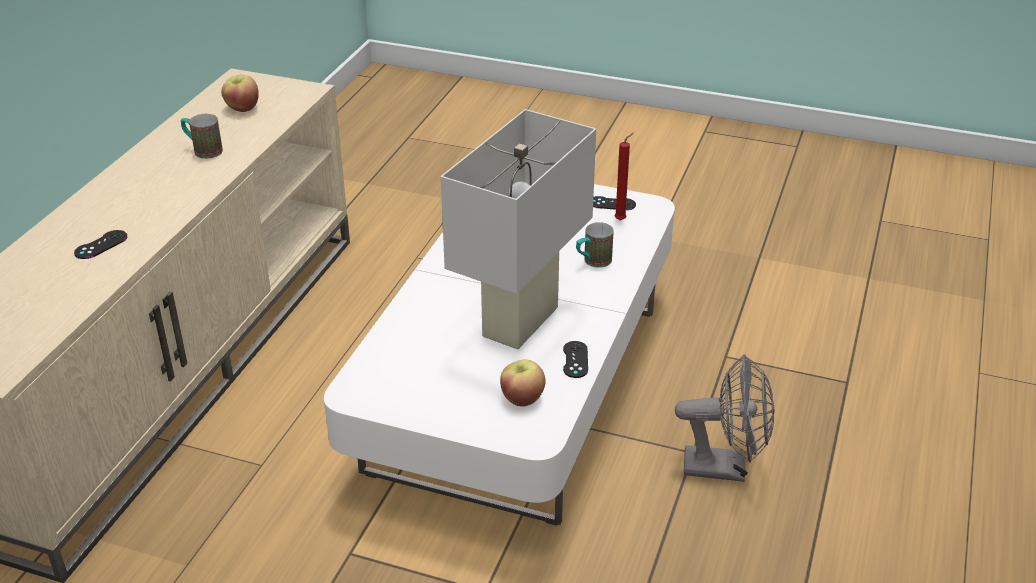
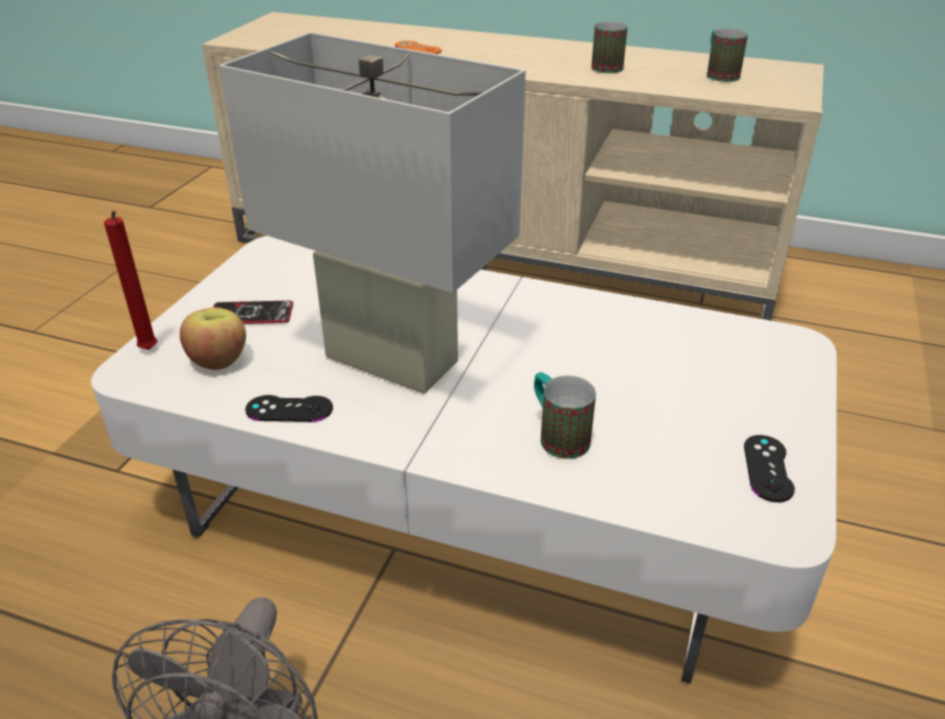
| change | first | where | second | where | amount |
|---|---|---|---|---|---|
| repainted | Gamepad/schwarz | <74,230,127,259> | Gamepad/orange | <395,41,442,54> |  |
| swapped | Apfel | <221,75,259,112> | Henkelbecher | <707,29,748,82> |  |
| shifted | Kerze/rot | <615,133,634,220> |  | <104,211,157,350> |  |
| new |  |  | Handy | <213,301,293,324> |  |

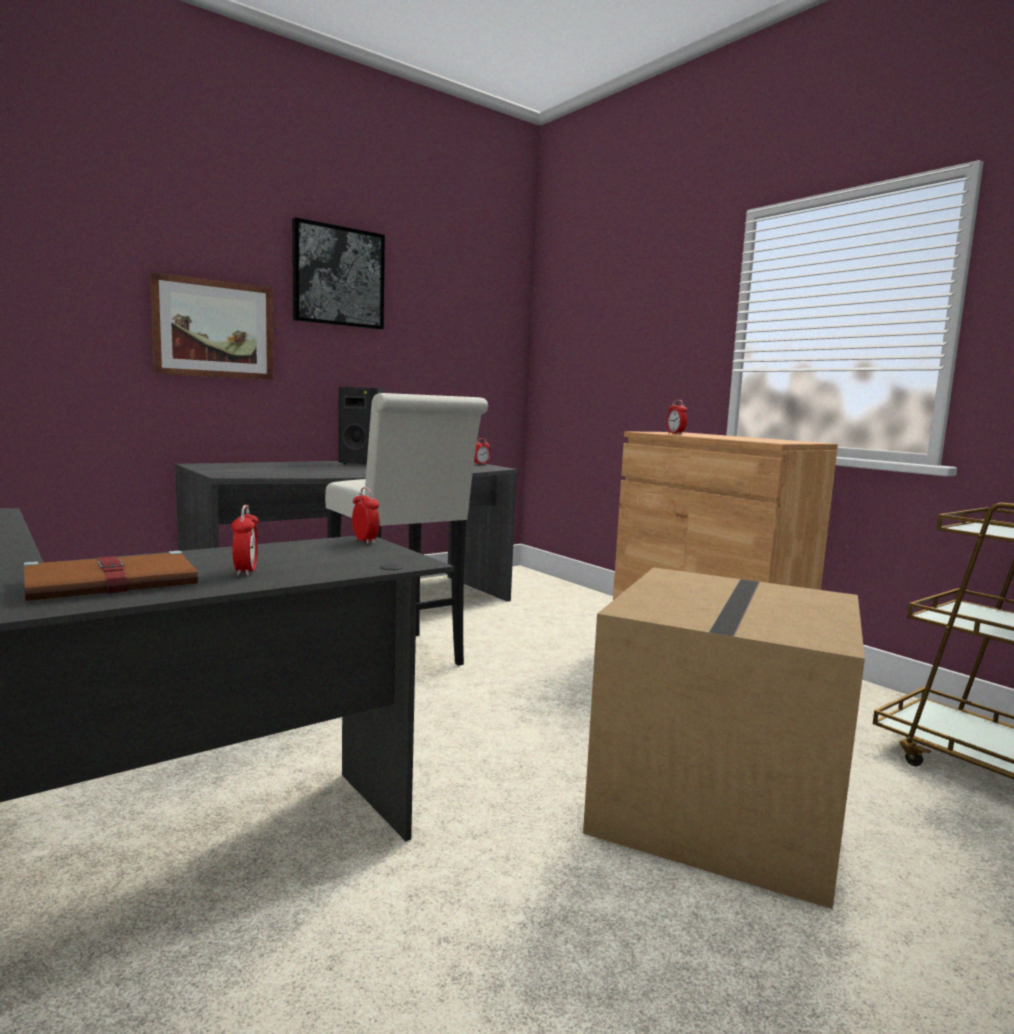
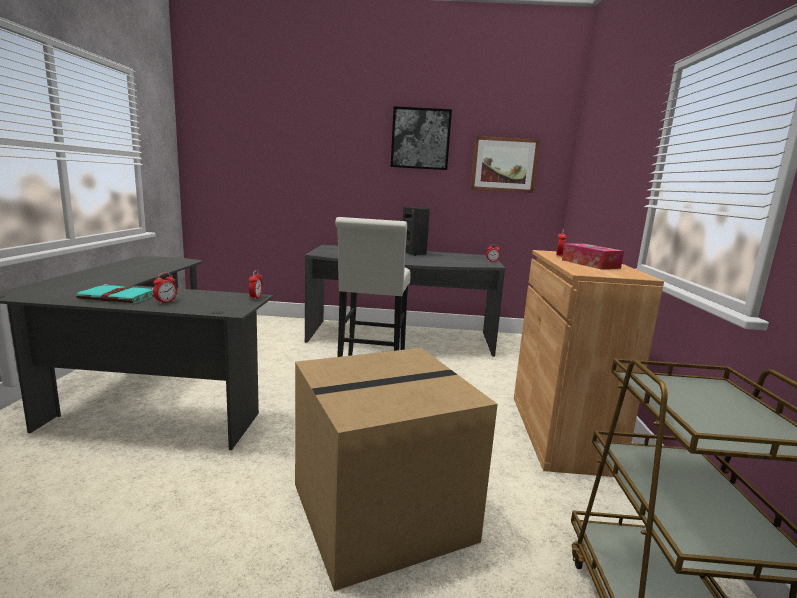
| change | first | where | second | where | amount |
|---|---|---|---|---|---|
| repainted | Buch/braun | <24,551,198,601> | Buch/türkis | <76,284,155,303> |  |
| shifted | Bild | <150,272,273,380> |  | <470,136,540,193> |  |
| new |  |  | Taschentuchbox | <562,243,624,270> |  |

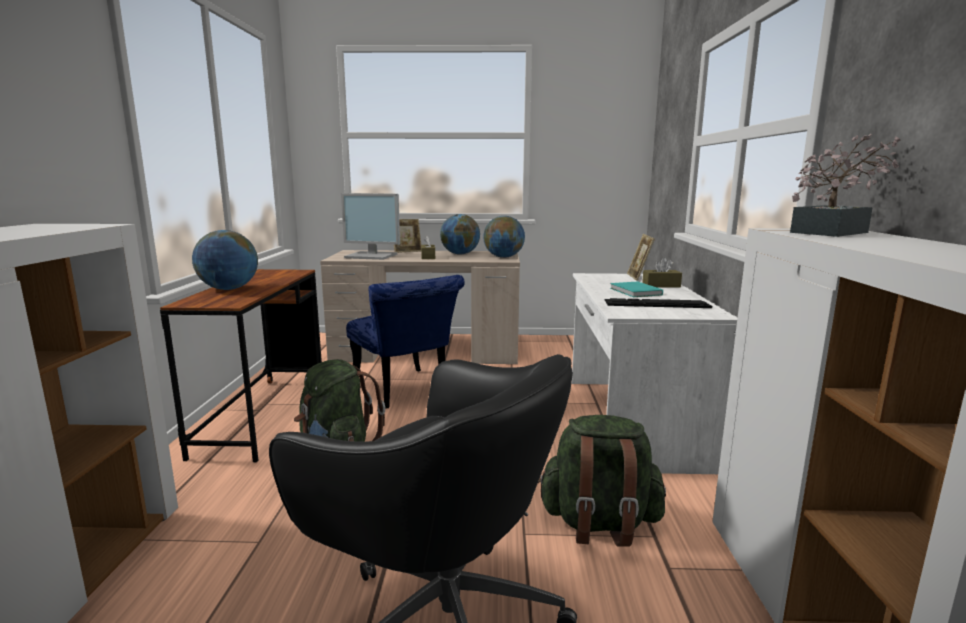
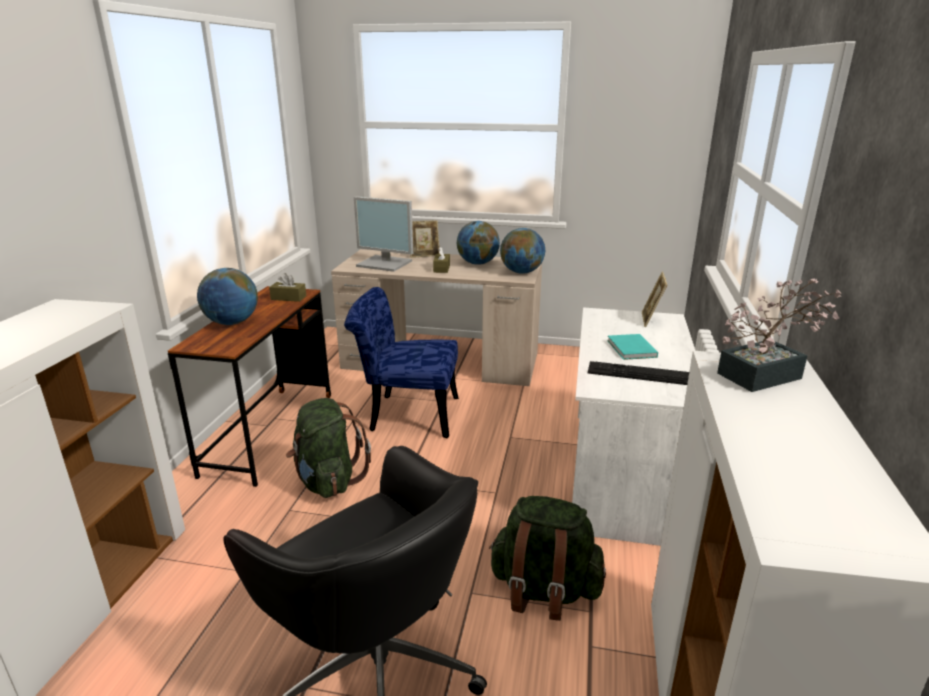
| change | first | where | second | where | amount |
|---|---|---|---|---|---|
| rotated | Stuhl/blau | <346,275,465,409> |  | <344,287,459,438> | 120 degrees clockwise |
| shifted | Taschentuchbox/braun | <642,258,682,288> |  | <269,273,306,302> |  |

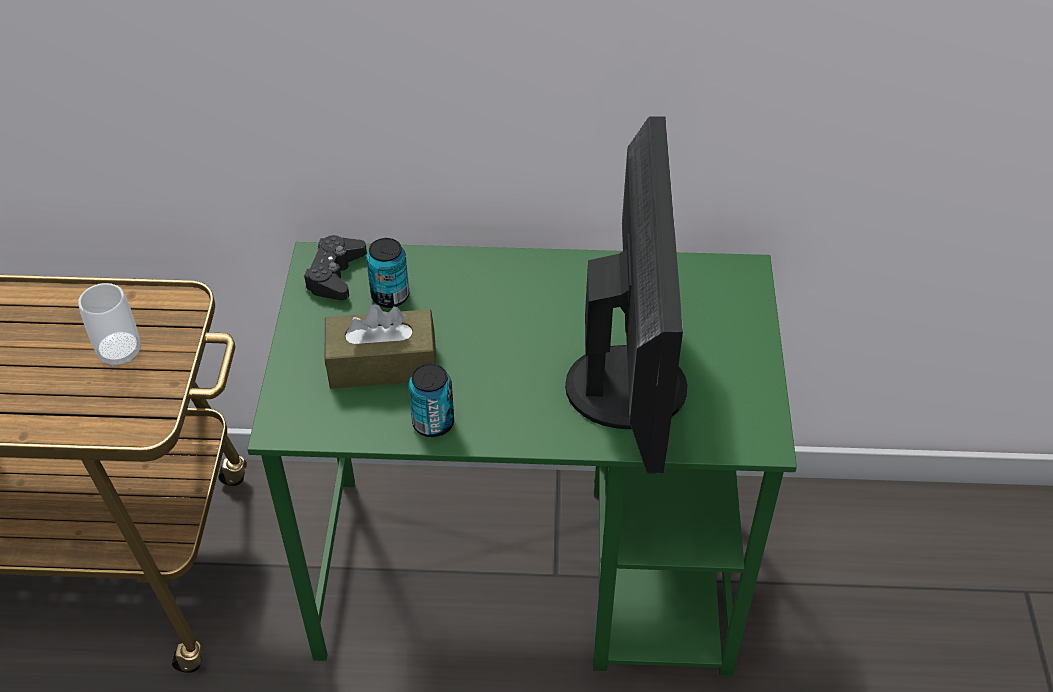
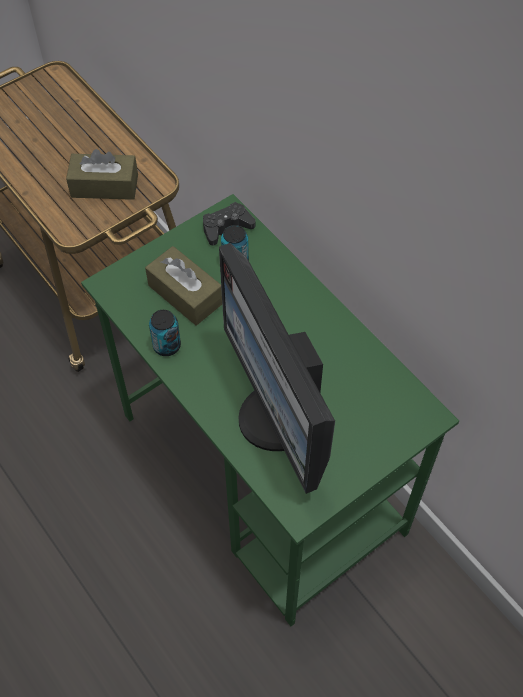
| change | first | where | second | where | amount |
|---|---|---|---|---|---|
| swapped | Tasse | <78,283,141,367> | Taschentuchbox/braun | <66,149,138,200> |  |
| rotated | Monitor | <565,116,687,474> |  | <219,243,335,494> | 105 degrees clockwise |

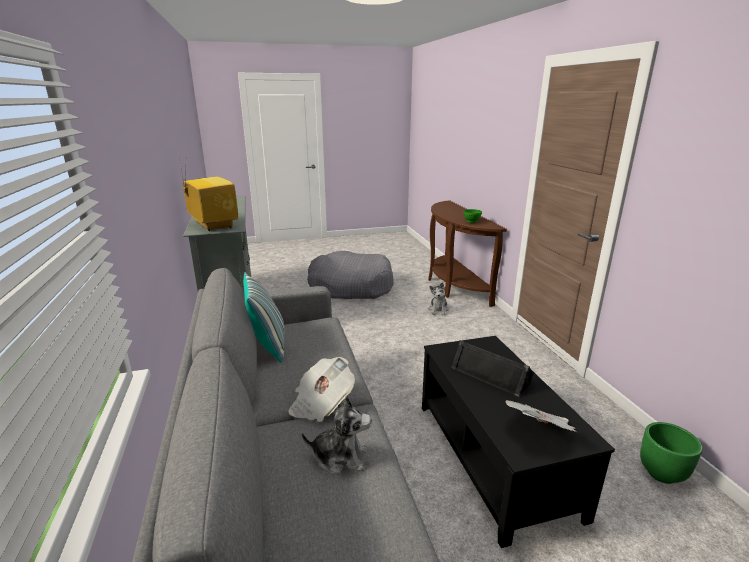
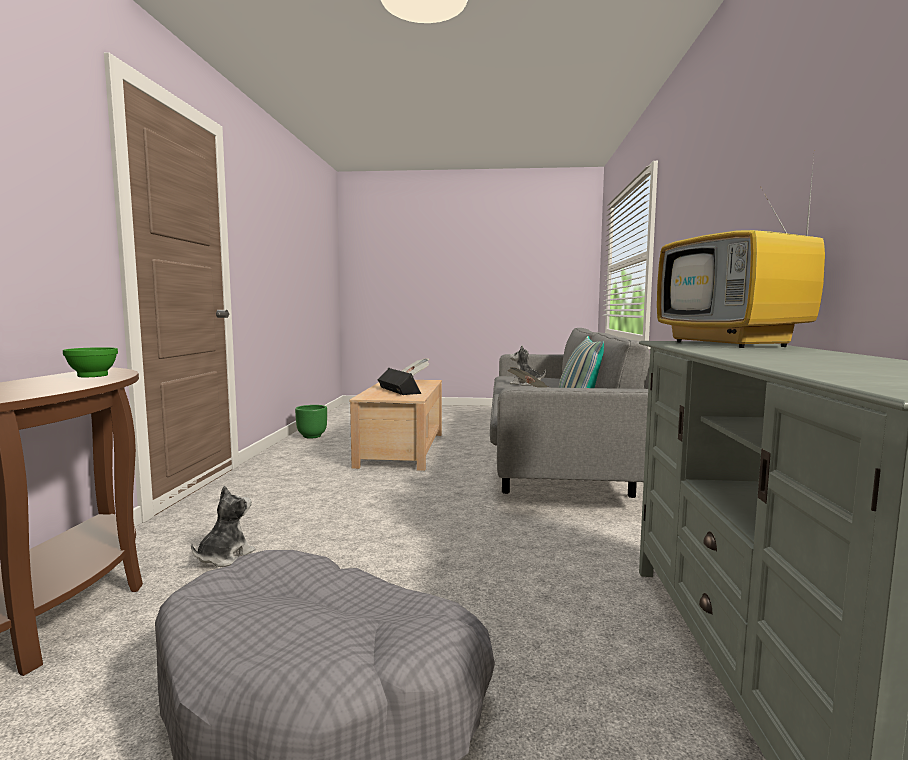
| change | first | where | second | where | amount |
|---|---|---|---|---|---|
| repainted | Couchtisch/schwarz | <422,336,615,548> | Couchtisch/beige | <349,380,442,471> |  |

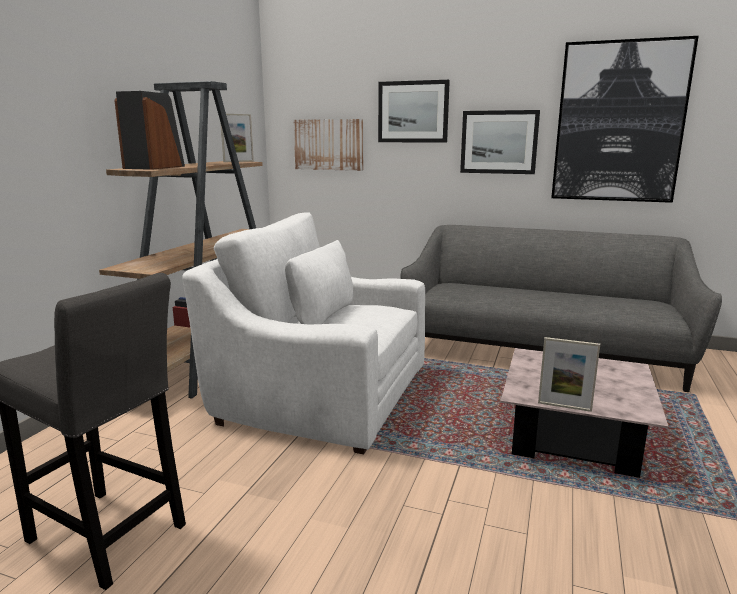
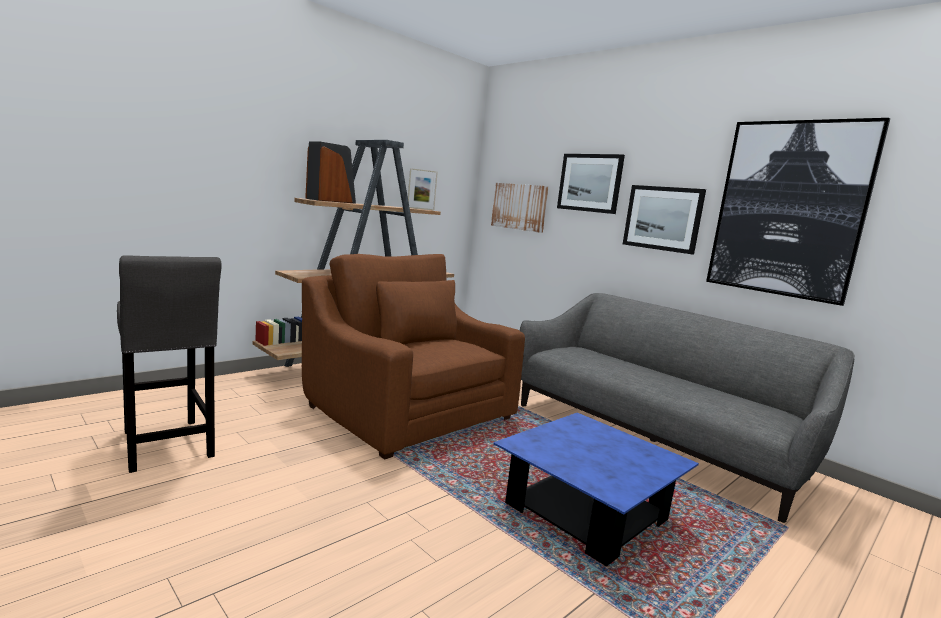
| change | first | where | second | where | amount |
|---|---|---|---|---|---|
| repainted | Sessel/weiß | <182,213,425,454> | Sessel/braun | <302,254,525,459> |  |
| repainted | Couchtisch/rosa | <501,348,669,478> | Couchtisch/blau | <493,412,699,566> |  |
| gone | Bilderrahmen | <538,337,600,412> |  |  |  |

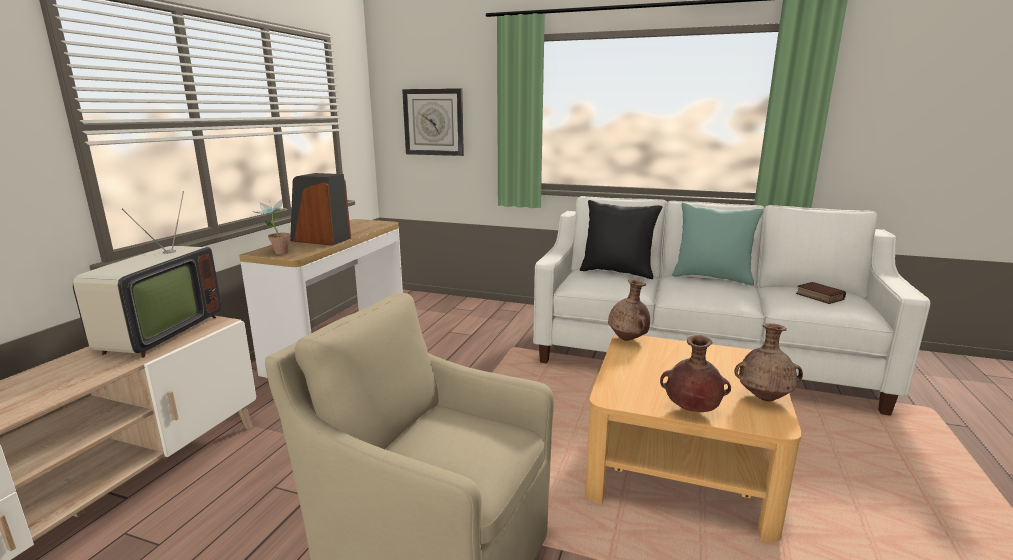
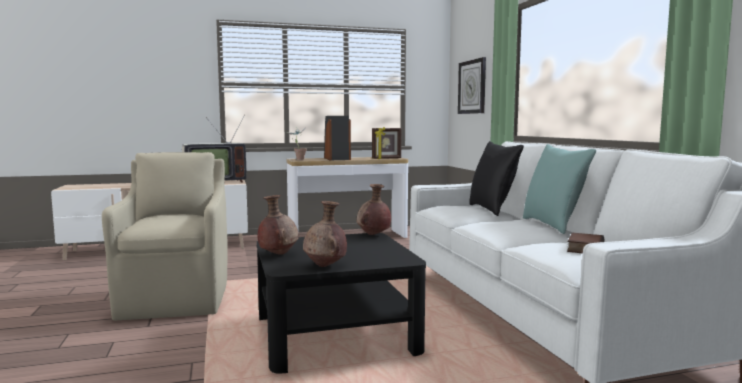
| change | first | where | second | where | amount |
|---|---|---|---|---|---|
| repainted | Couchtisch/beige | <585,334,802,543> | Couchtisch/schwarz | <256,233,426,373> |  |
| new |  |  | Bilderrahmen | <372,127,401,159> |  |

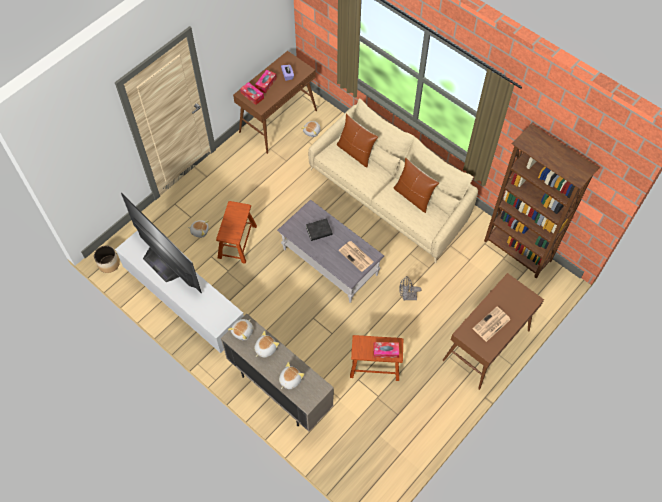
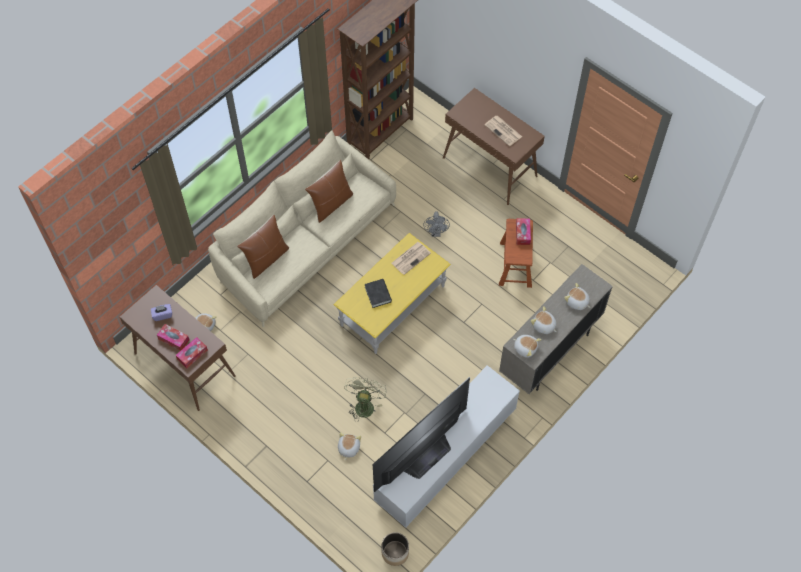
| change | first | where | second | where | amount |
|---|---|---|---|---|---|
| swapped | Hocker/braun | <216,201,257,264> | Ventilator/grün | <344,377,387,422> |  |
| repainted | Couchtisch/grau | <277,199,384,303> | Couchtisch/gelb | <333,233,451,354> |  |

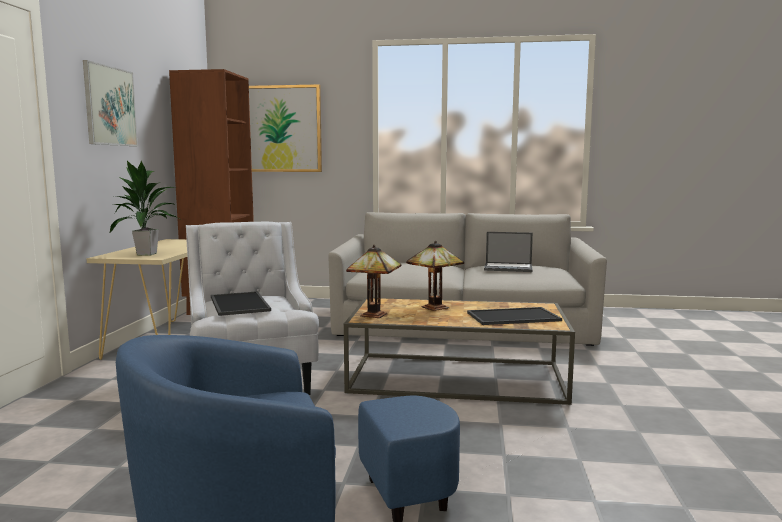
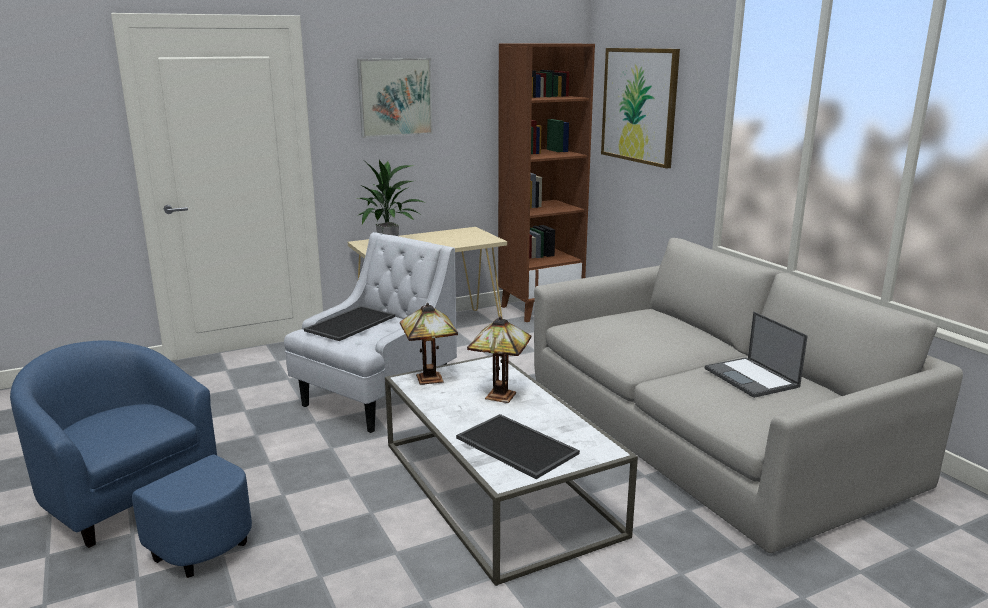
| change | first | where | second | where | amount |
|---|---|---|---|---|---|
| repainted | Couchtisch/braun | <344,297,575,406> | Couchtisch/weiß | <385,355,638,586> |  |

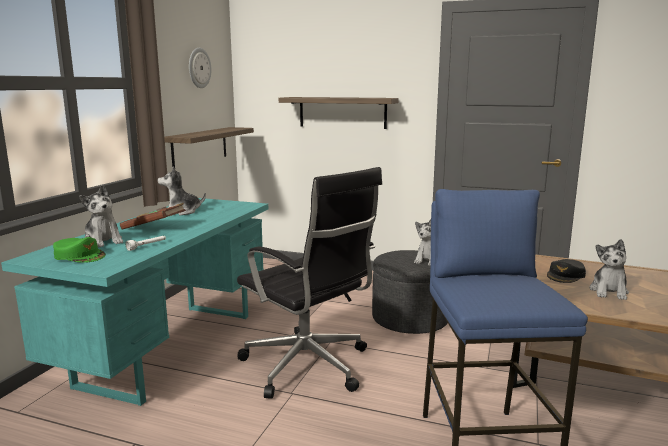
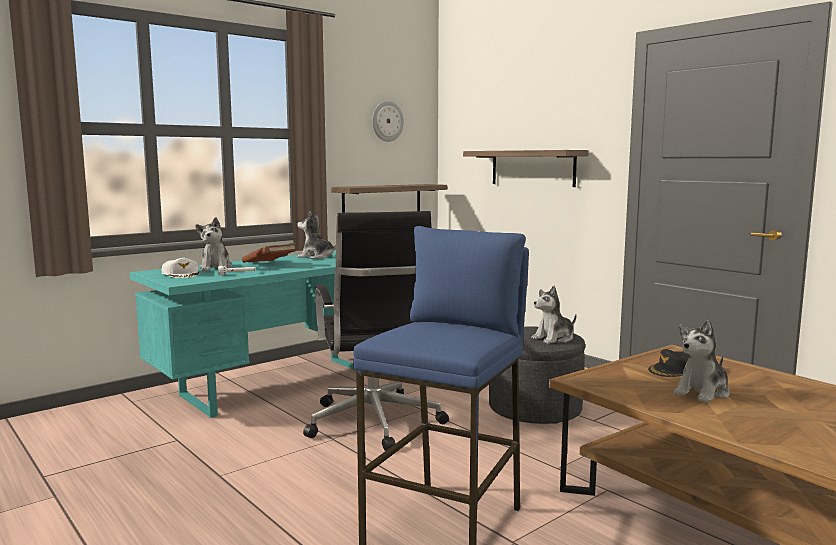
| change | first | where | second | where | amount |
|---|---|---|---|---|---|
| repainted | Kappe/grün | <53,237,106,263> | Kappe/weiß | <162,258,199,278> |  |

